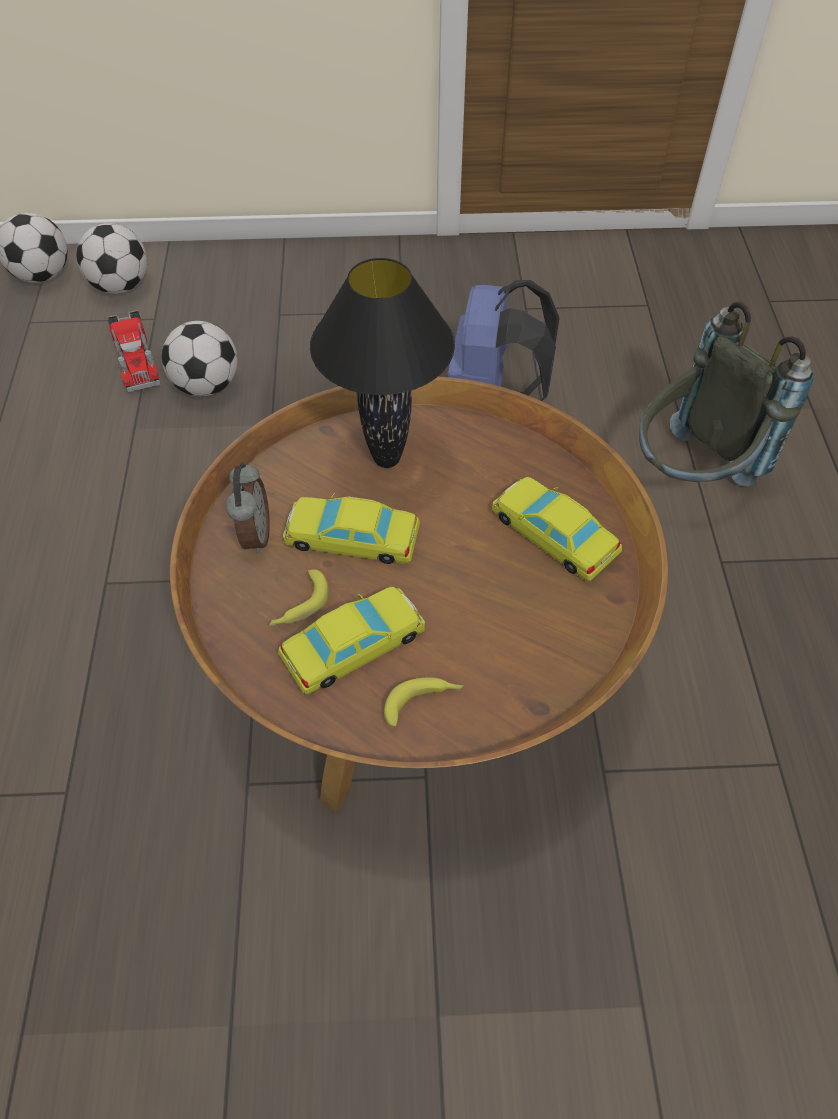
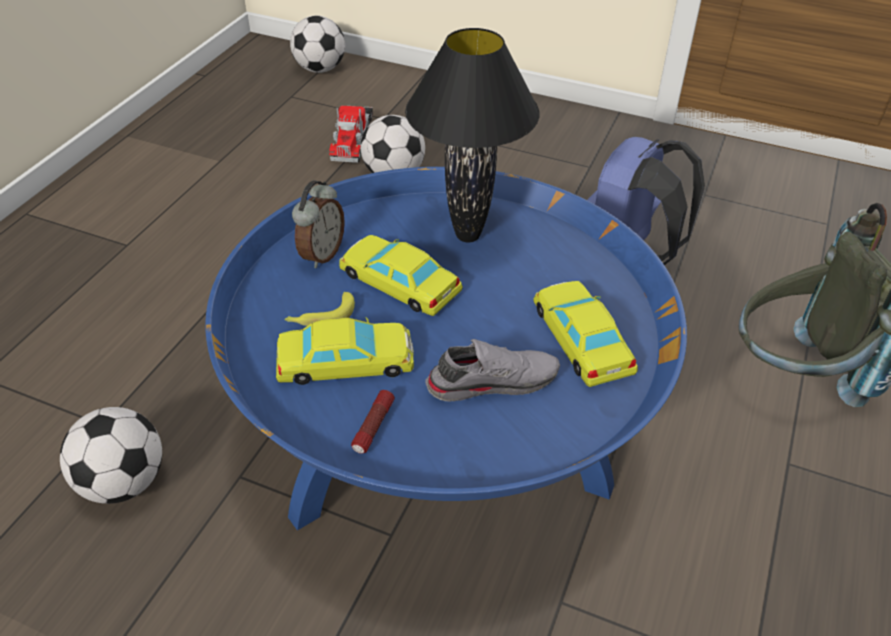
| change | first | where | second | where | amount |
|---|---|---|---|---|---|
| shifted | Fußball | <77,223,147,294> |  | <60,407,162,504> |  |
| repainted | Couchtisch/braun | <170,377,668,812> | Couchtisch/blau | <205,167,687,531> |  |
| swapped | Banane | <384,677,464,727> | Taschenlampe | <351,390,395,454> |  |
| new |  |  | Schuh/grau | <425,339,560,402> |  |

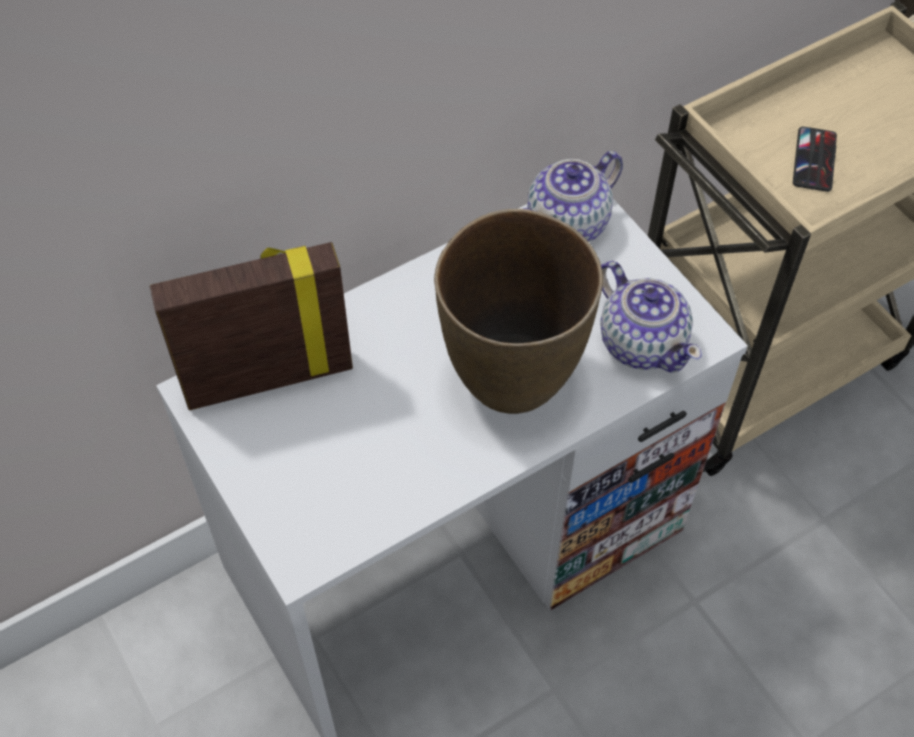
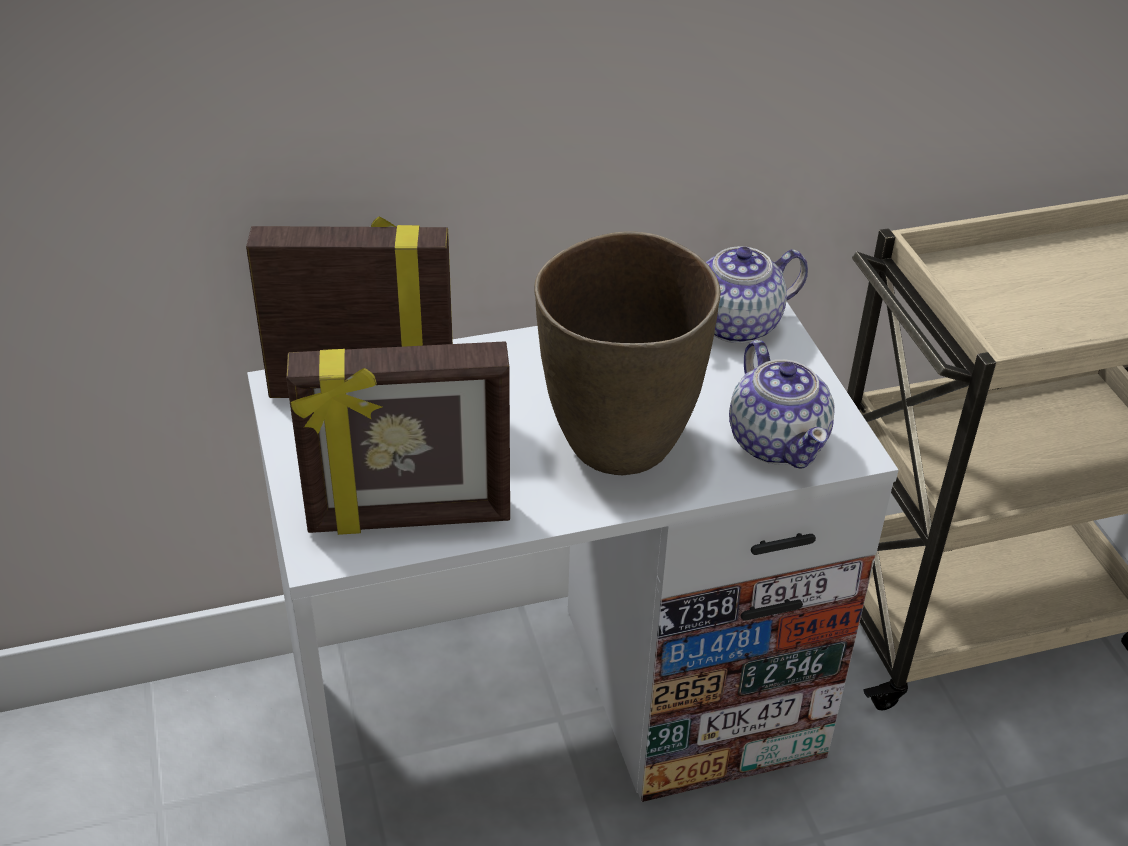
| change | first | where | second | where | amount |
|---|---|---|---|---|---|
| gone | Handy | <793,127,837,192> |  |  |  |
| new |  |  | Bilderrahmen | <286,341,510,535> |  |

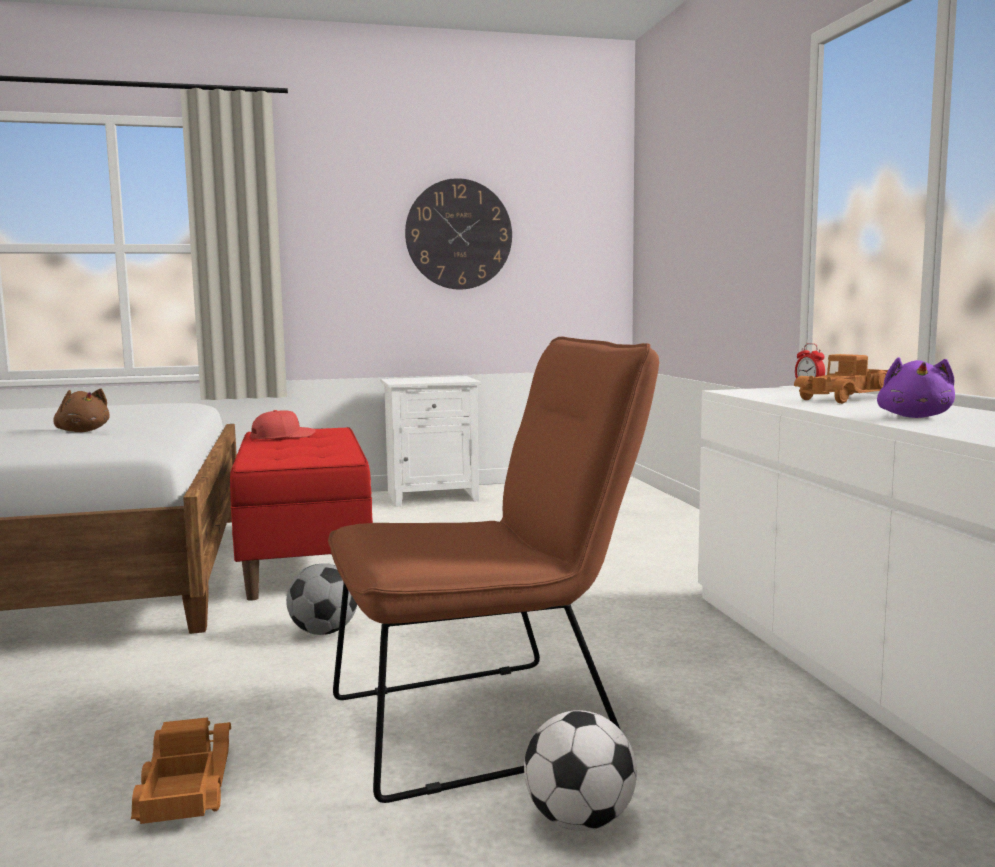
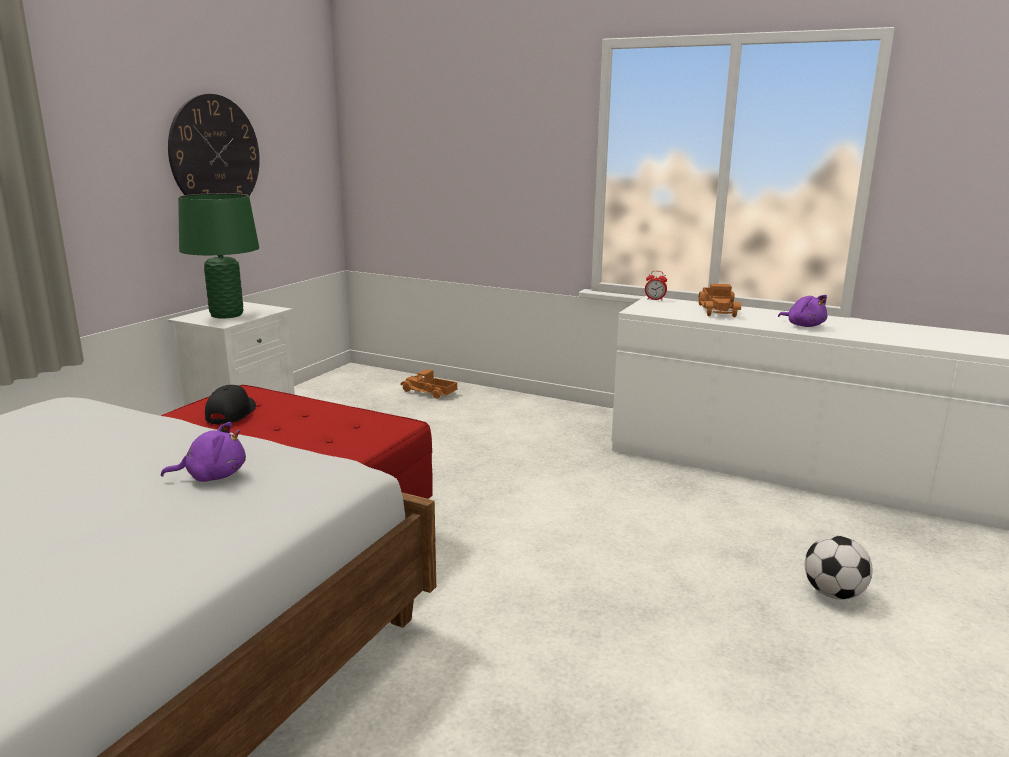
| change | first | where | second | where | amount |
|---|---|---|---|---|---|
| repainted | Plüschtier/braun | <53,389,110,432> | Plüschtier/lila | <161,422,246,482> |  |
| shifted | Spielzeuglaster | <131,718,231,824> |  | <400,369,457,399> |  |
| repainted | Kappe/rot | <250,410,316,439> | Kappe/schwarz | <205,385,256,425> |  |
| gone | Fußball | <286,563,357,635> |  |  |  |
| gone | Stuhl/braun | <328,337,659,803> |  |  |  |
| new |  |  | Tischlampe/grün | <178,193,259,318> |  |

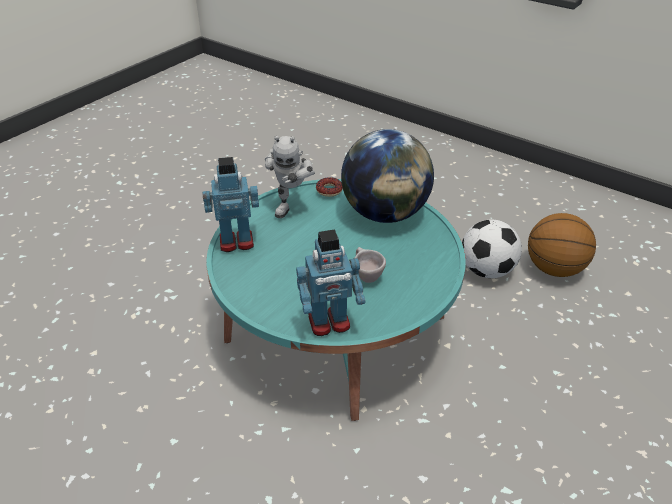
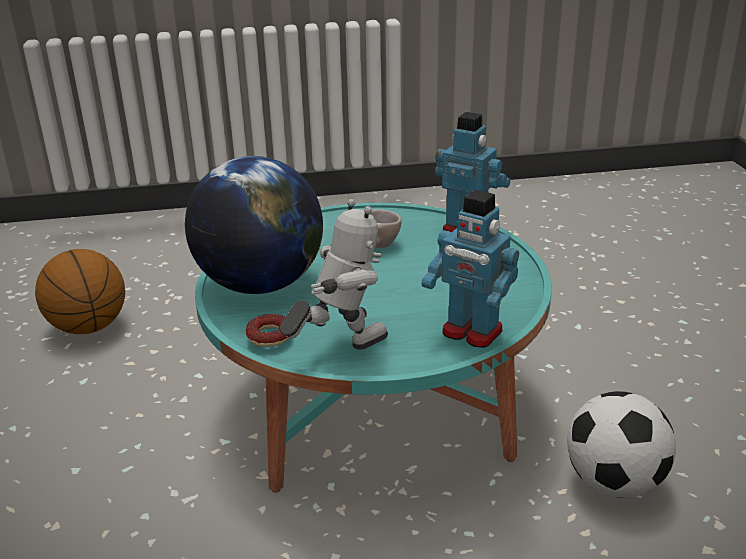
| change | first | where | second | where | amount |
|---|---|---|---|---|---|
| shifted | Fußball | <462,219,522,278> |  | <567,391,676,498> |  |

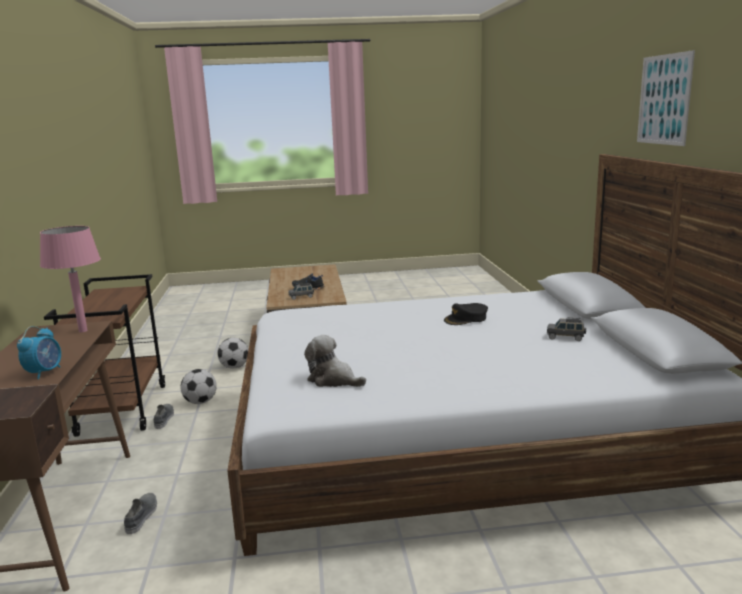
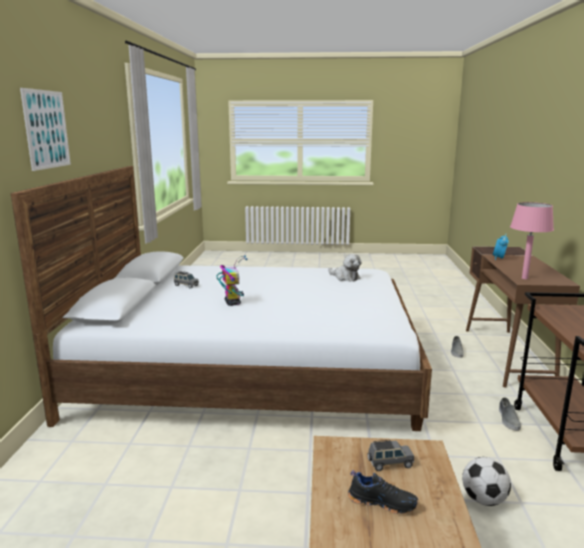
| change | first | where | second | where | amount |
|---|---|---|---|---|---|
| gone | Fußball | <181,369,217,404> |  |  |  |
| swapped | Kappe/schwarz | <444,303,488,325> | Spielzeugroboter | <216,256,247,306> |  |

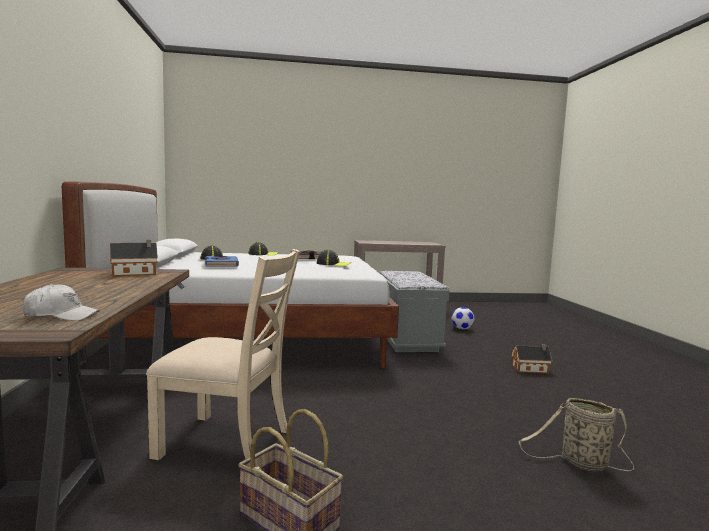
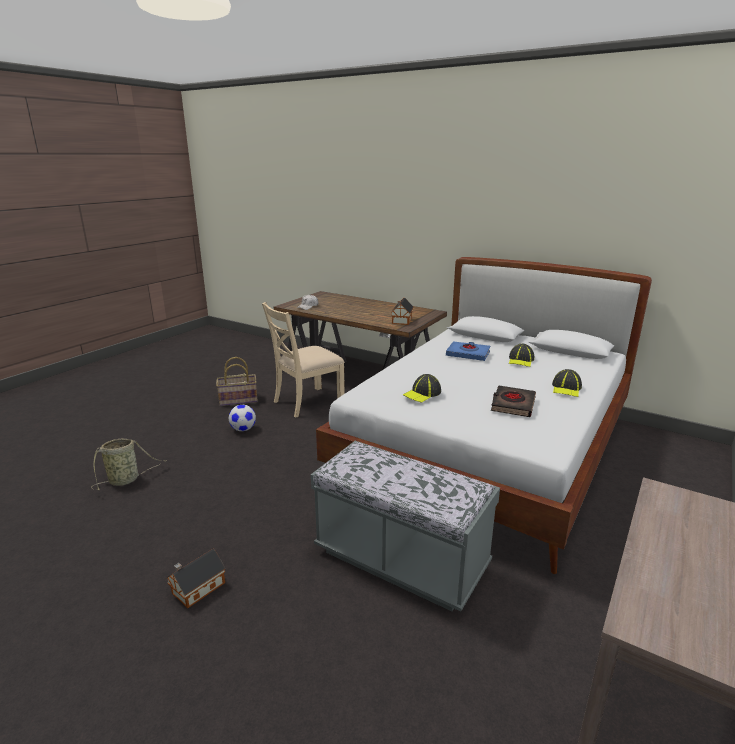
| change | first | where | second | where | amount |
|---|---|---|---|---|---|
| shifted | Fußball | <452,307,475,329> |  | <229,405,256,431> |  |

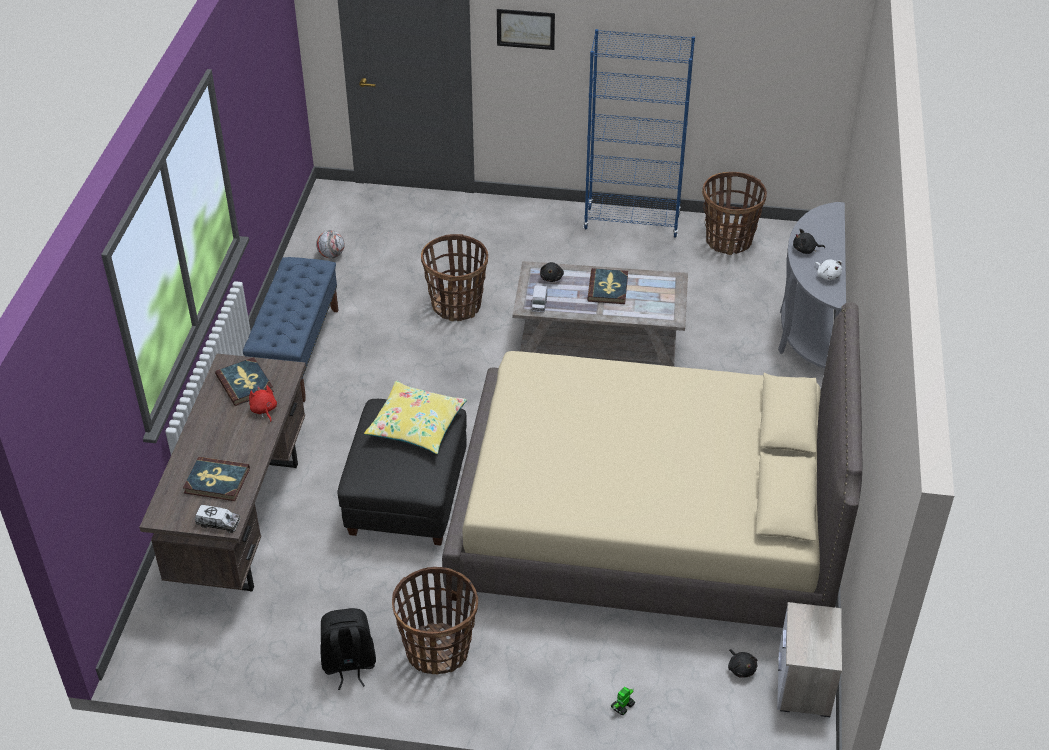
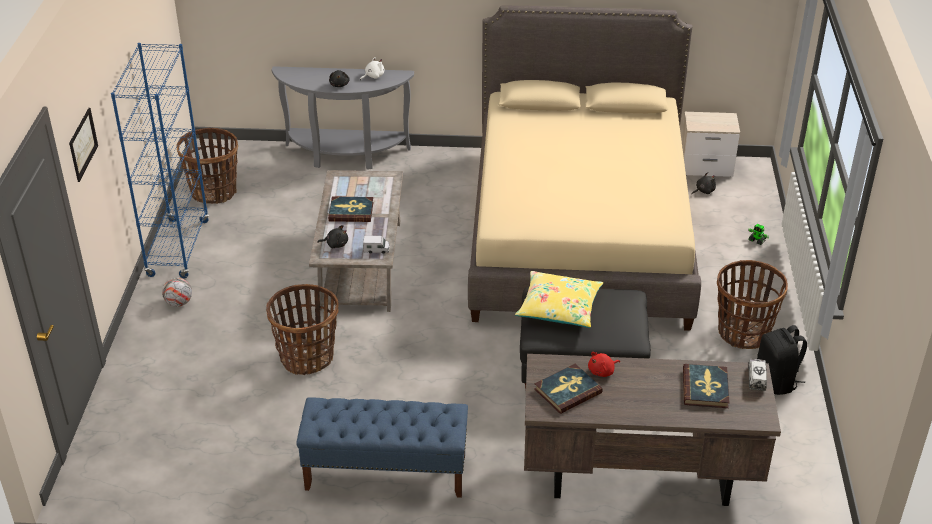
| change | first | where | second | where | amount |
|---|---|---|---|---|---|
| shifted | Fußball | <316,230,345,258> |  | <162,277,192,307> |  |

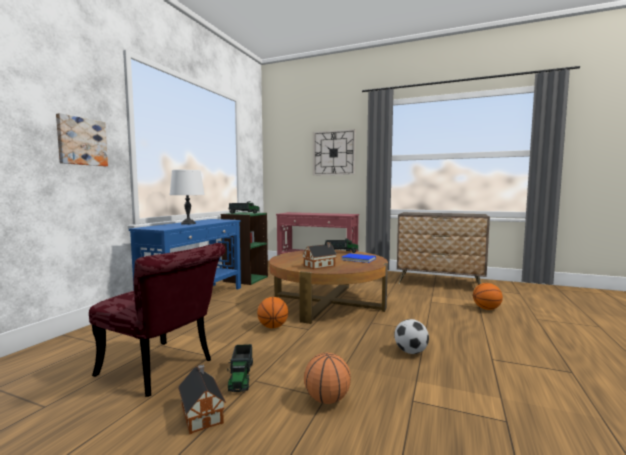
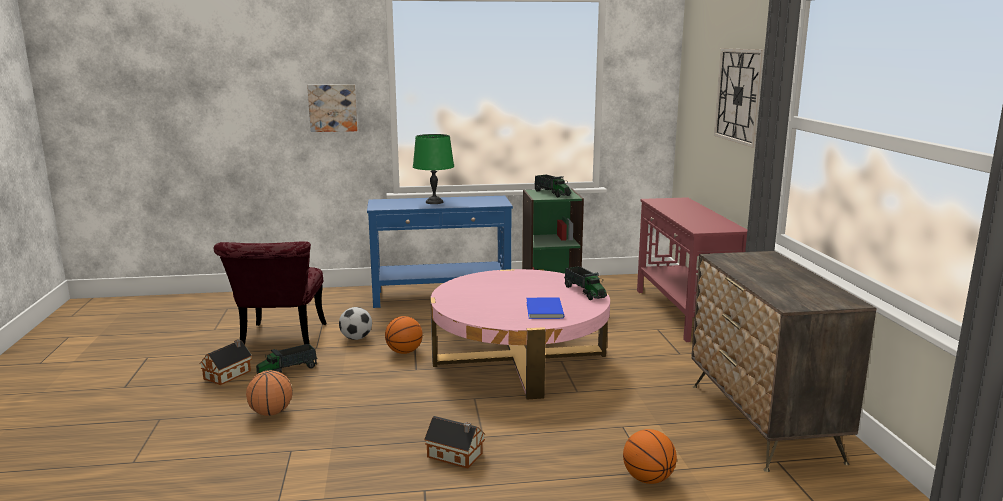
| change | first | where | second | where | amount |
|---|---|---|---|---|---|
| repainted | Tischlampe/weiß | <170,170,205,225> | Tischlampe/grün | <413,134,454,204> |  |
| repainted | Couchtisch/braun | <269,250,388,324> | Couchtisch/rosa | <430,269,610,399> |  |
| shifted | Spielzeughaus | <302,242,337,269> |  | <424,416,486,469> |  |
| shifted | Fußball | <394,319,429,354> |  | <339,307,372,340> |  |

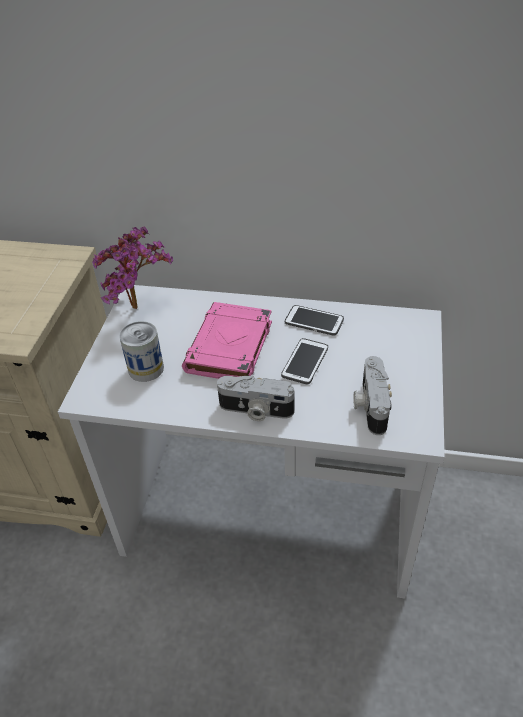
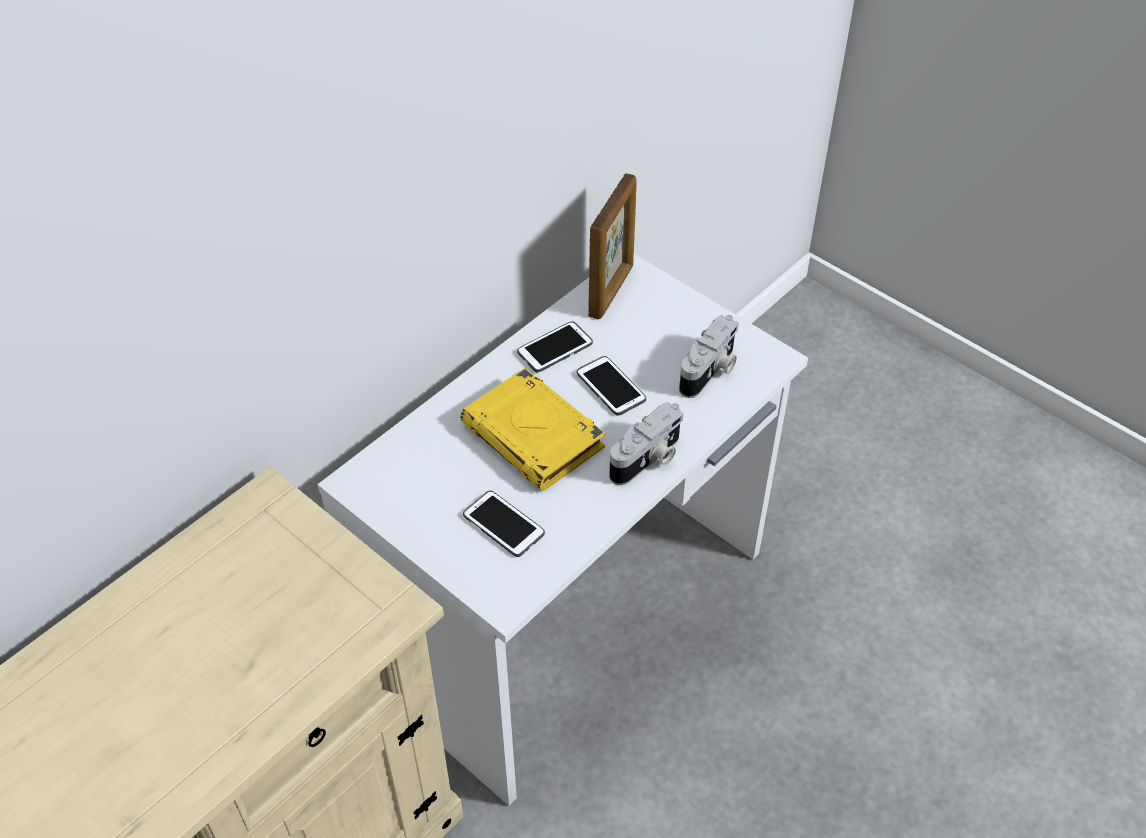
| change | first | where | second | where | amount |
|---|---|---|---|---|---|
| gone | Topfpflanze | <92,227,173,309> |  |  |  |
| swapped | Dose | <119,321,164,382> | Handy | <463,490,545,557> |  |
| repainted | Buch/rosa | <182,302,272,379> | Buch/gelb | <460,368,605,491> |  |
| rotated | Kamera | <353,356,392,435> |  | <679,315,739,398> | 90 degrees counterclockwise |
| new |  |  | Bilderrahmen | <588,173,637,319> |  |

